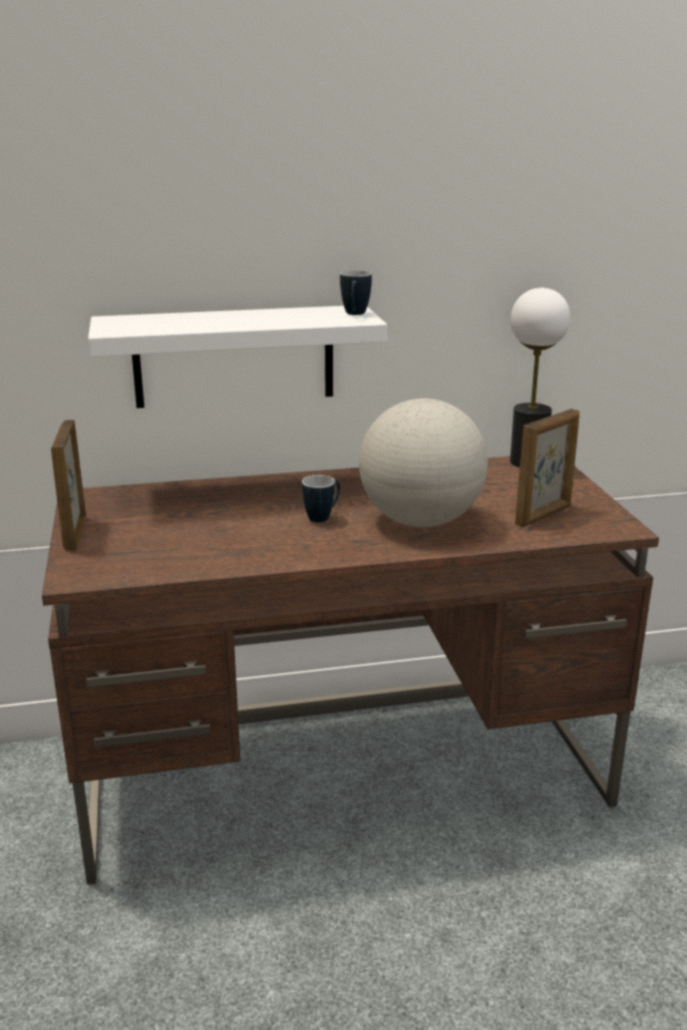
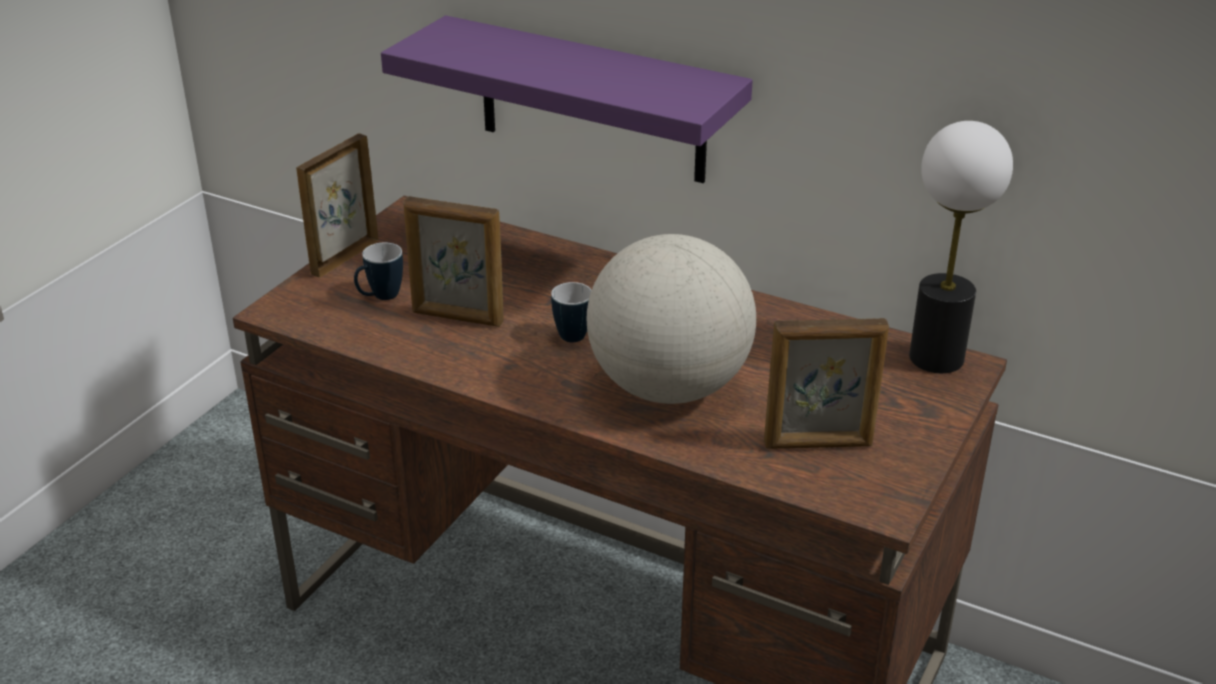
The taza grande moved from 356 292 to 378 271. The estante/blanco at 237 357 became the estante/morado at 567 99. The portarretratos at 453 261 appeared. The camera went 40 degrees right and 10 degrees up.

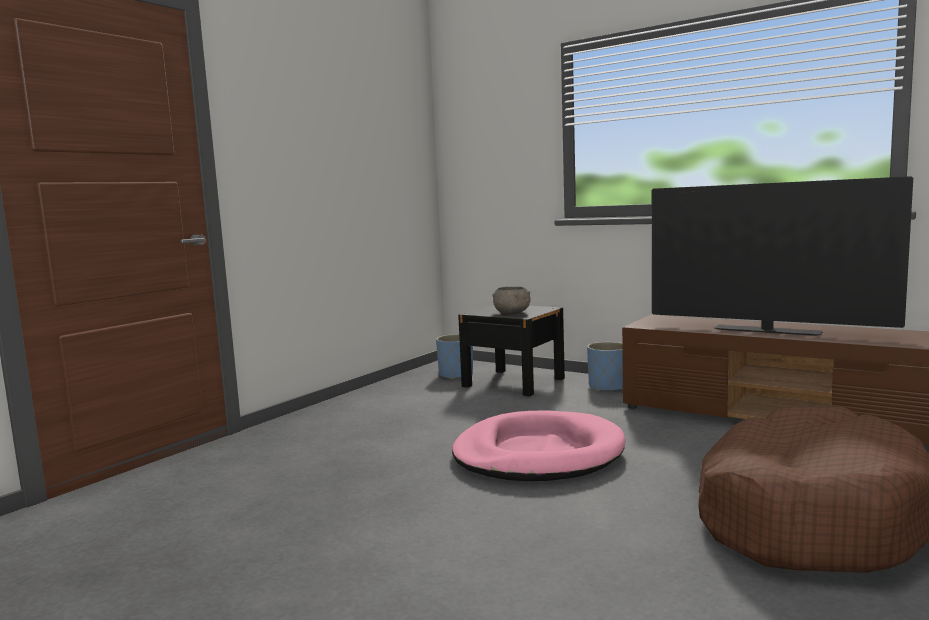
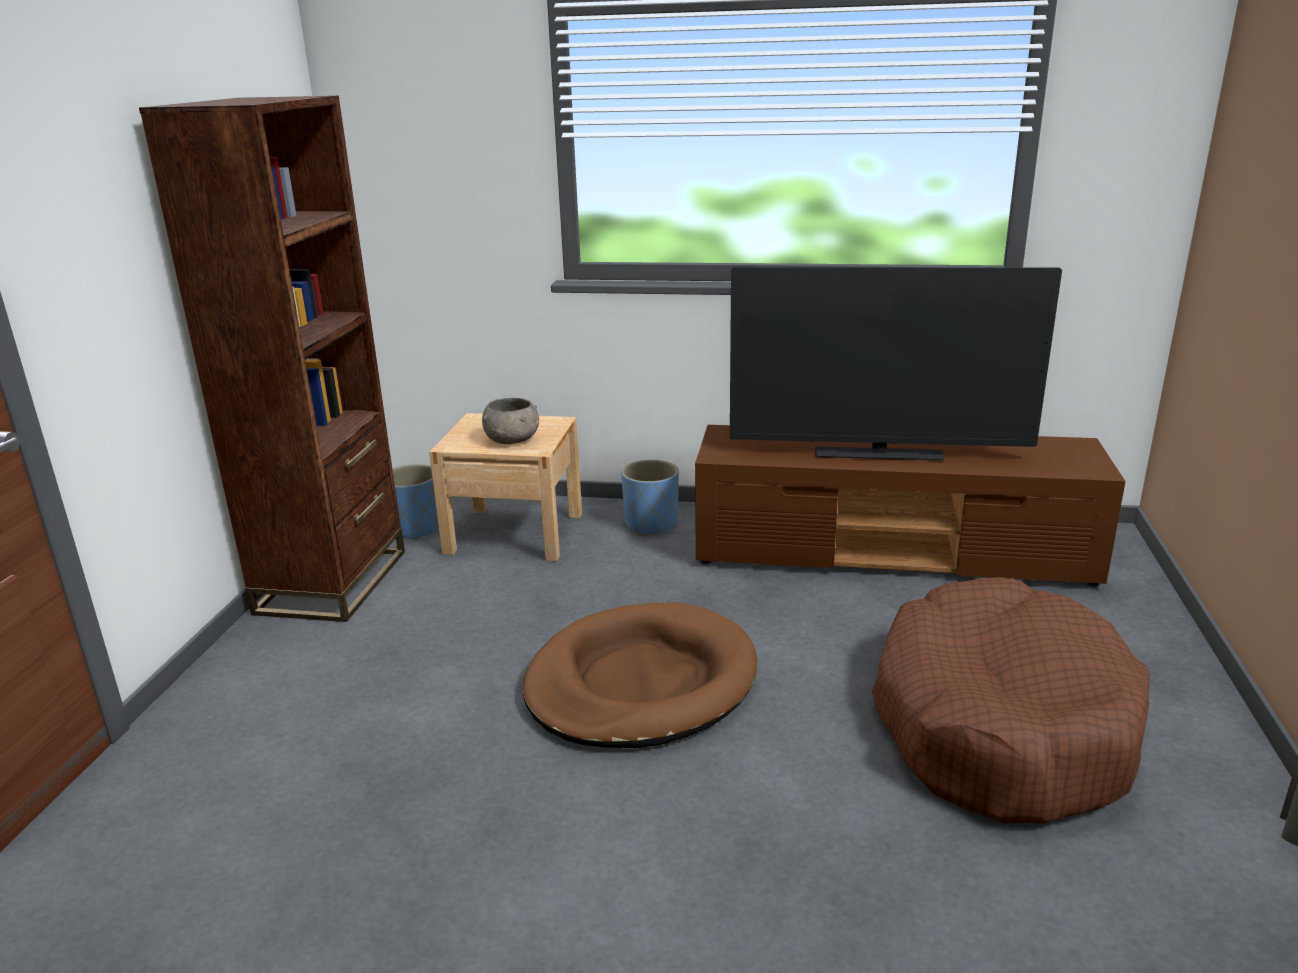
The estantería/marrón at 272 359 appeared. The mesita de noche/negro at 511 351 became the mesita de noche/beis at 505 487. The cama para perro/rosa at 538 445 became the cama para perro/marrón at 640 675. The camera went 25 degrees left and 15 degrees up.

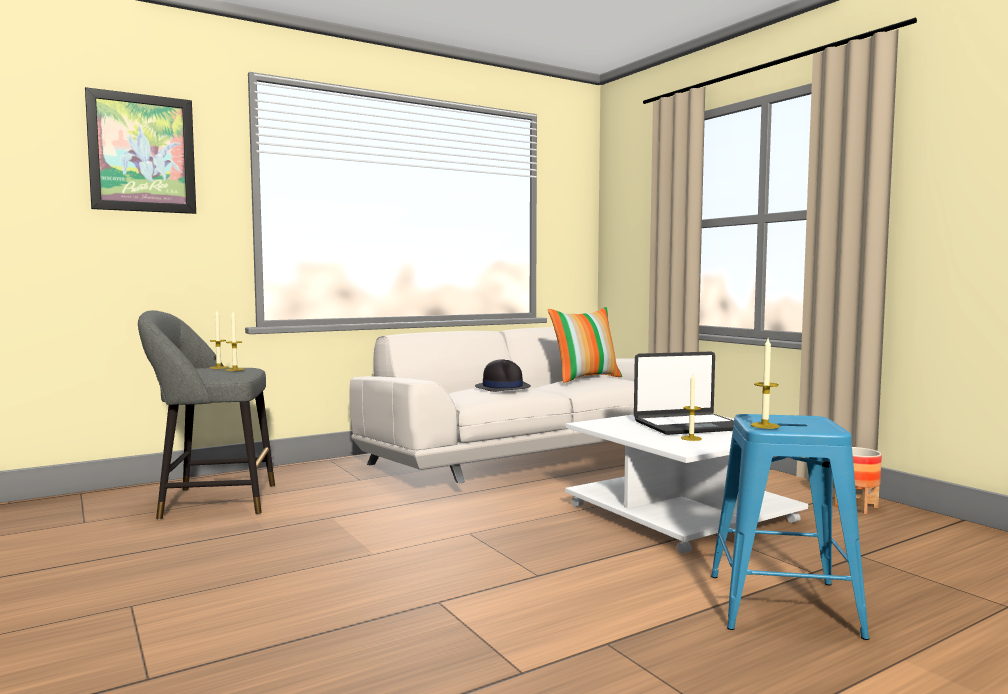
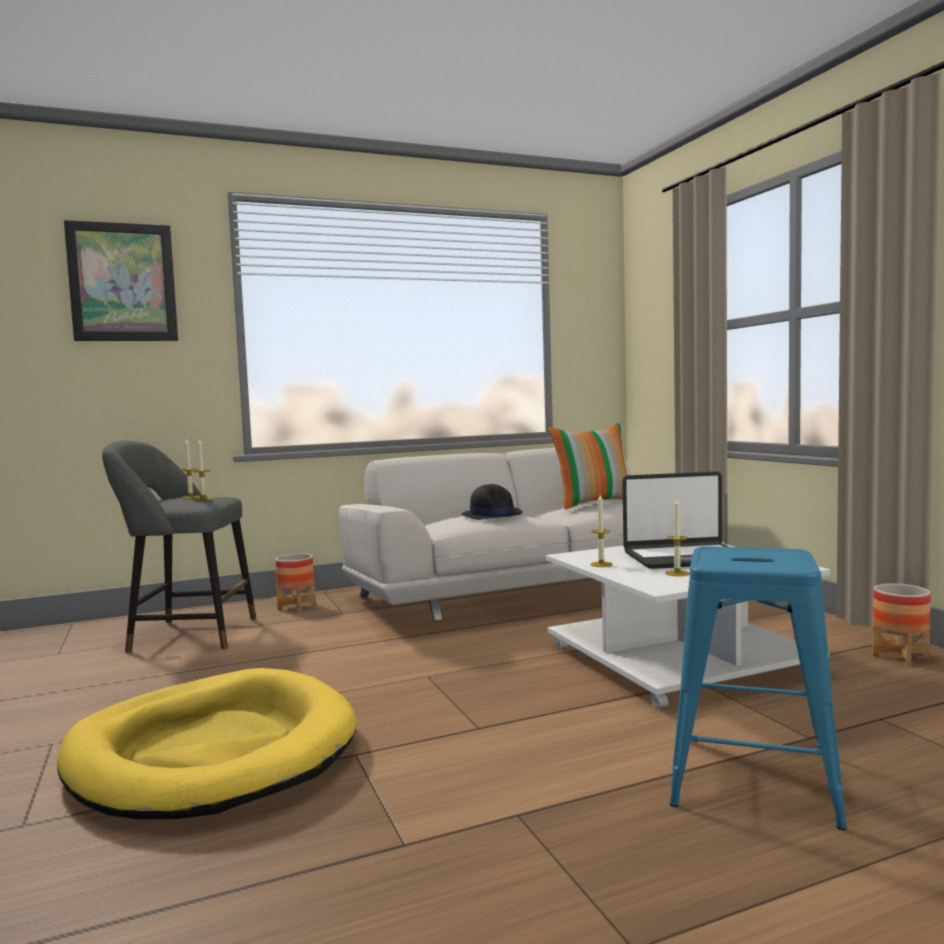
The cama para perro/amarillo at 207 743 appeared. The maceta at 295 582 appeared. The vela moved from 765 384 to 601 530. The camera went 10 degrees right and 0 degrees up.

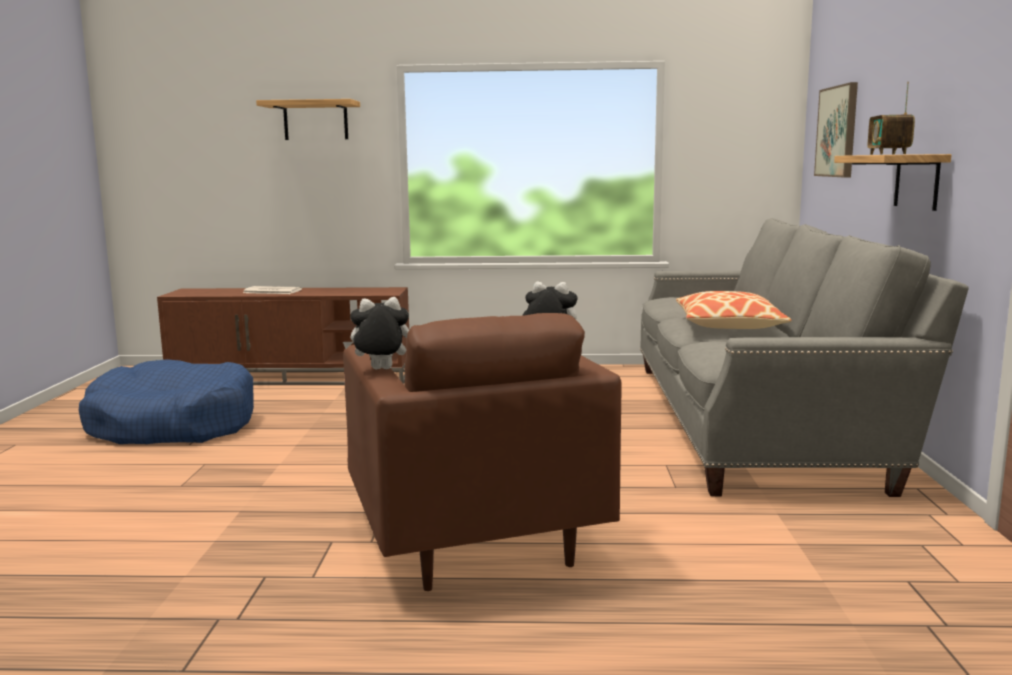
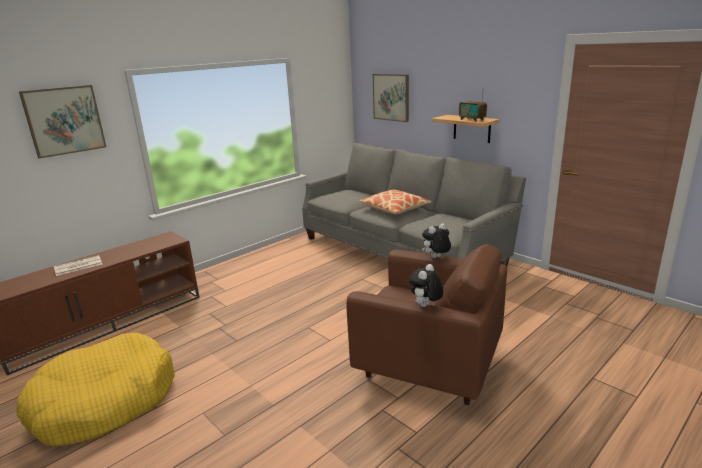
The cama para perro/azul at 166 401 became the cama para perro/amarillo at 96 390. The estante at 308 119 was replaced by the cuadro at 62 122. The camera went 45 degrees left and 10 degrees up.

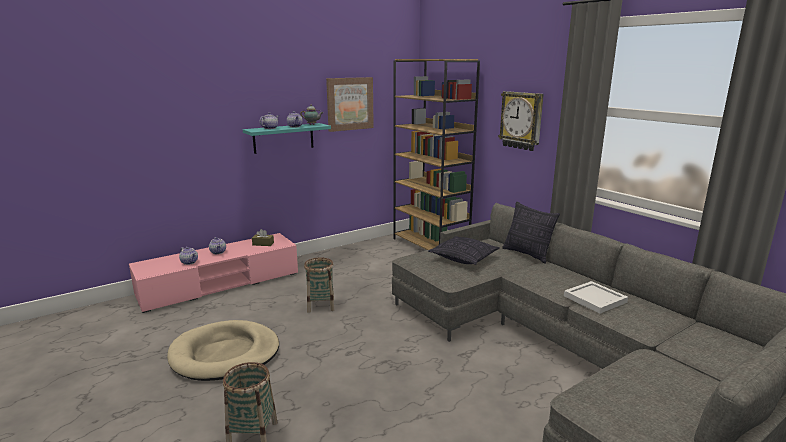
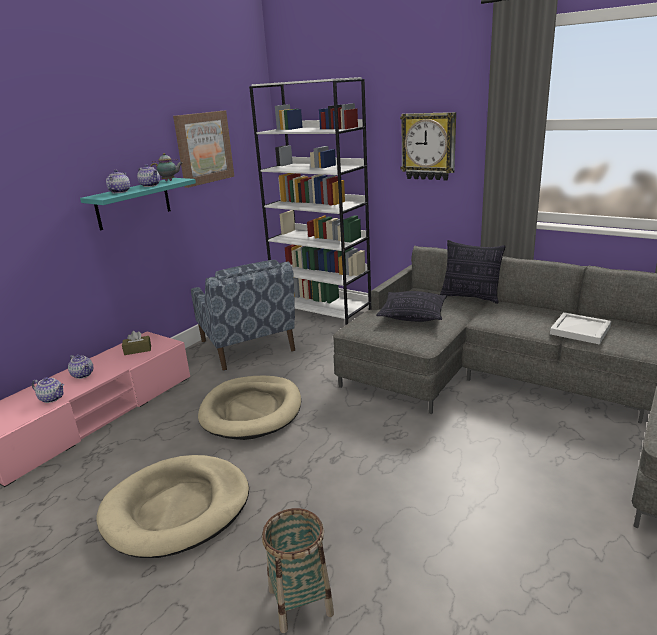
The sillón/azul at 243 315 appeared. The cesta at 319 285 was replaced by the cama para perro/beis at 249 408. The estantería/marrón at 436 154 became the estantería/blanco at 310 201. The camera went 20 degrees left and 5 degrees up.

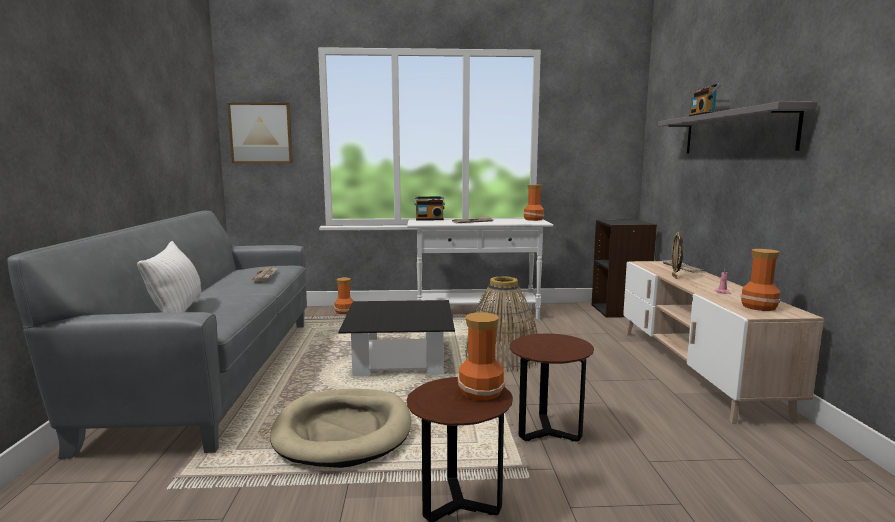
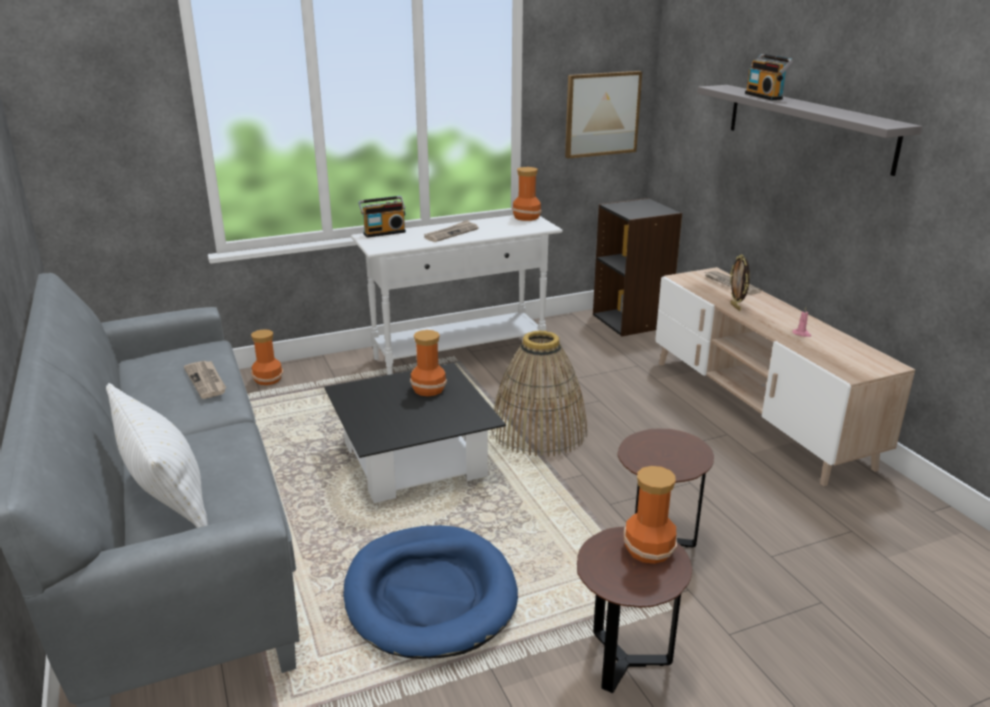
The cama para perro/beis at 340 428 became the cama para perro/azul at 430 592. The florero moved from 760 280 to 428 363. The cuadro moved from 260 132 to 603 115. The camera went 20 degrees left and 15 degrees up.

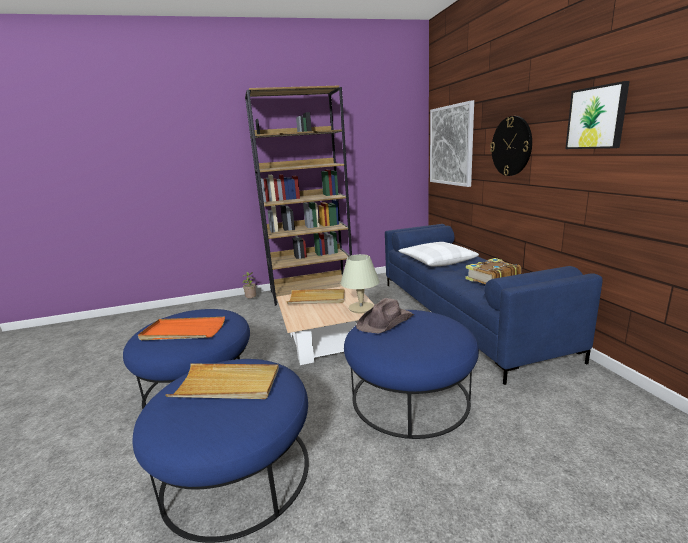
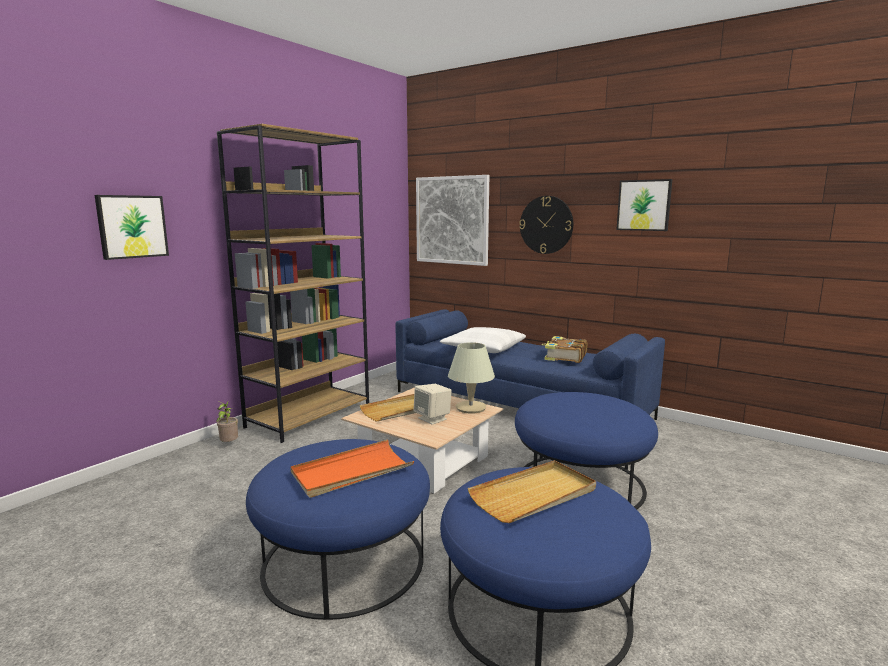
The cuadro at 132 227 appeared. The altavoz/beis at 432 404 appeared. The sombrero/marrón at 385 315 disappeared. The camera went 40 degrees left and 5 degrees down.

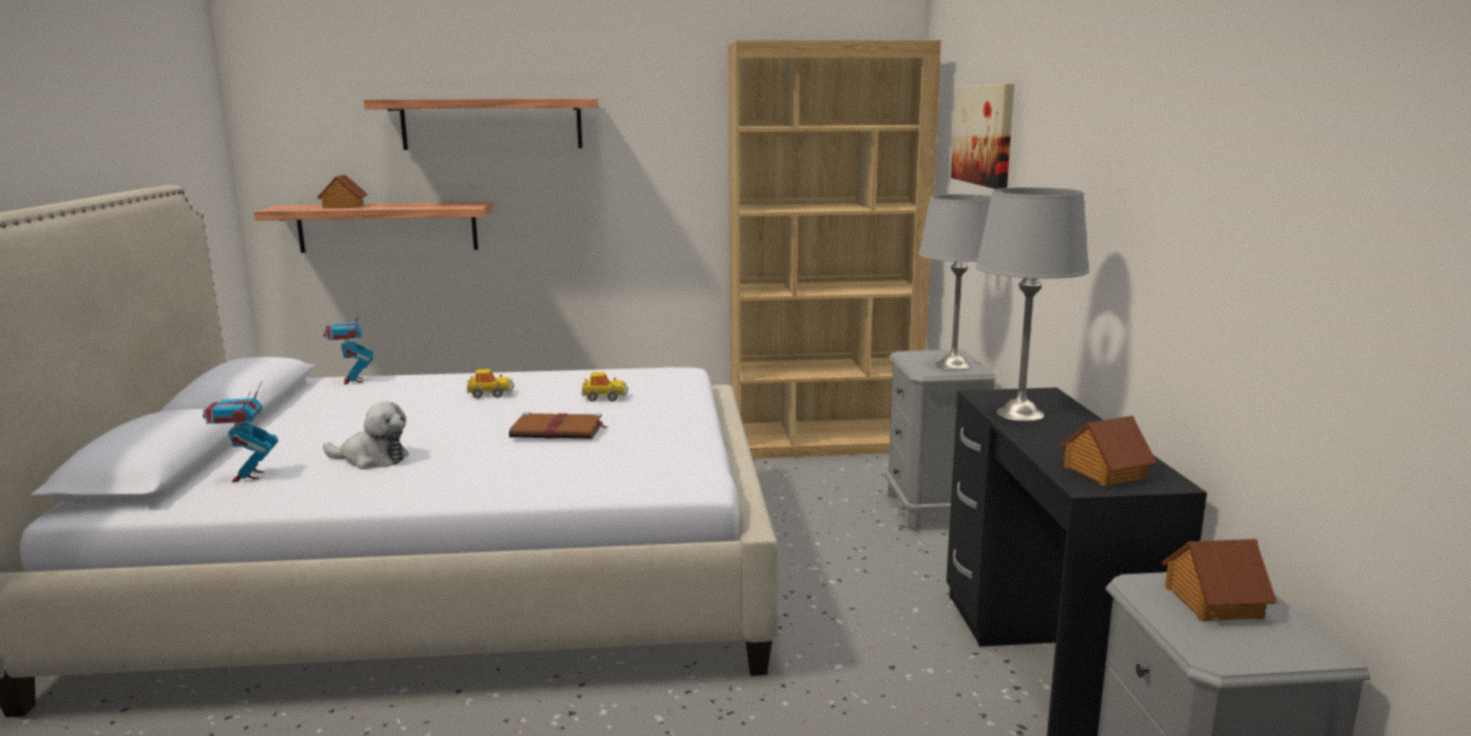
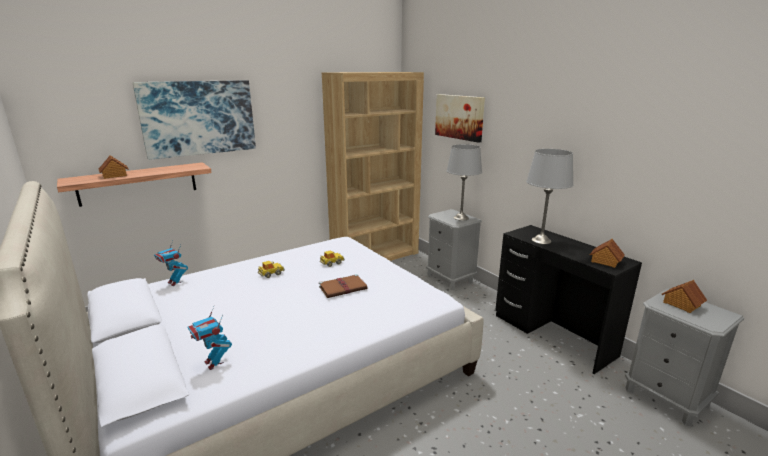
The estante at 481 124 was replaced by the cuadro at 194 120. The peluche at 366 435 disappeared. The camera went 30 degrees left and 5 degrees up.

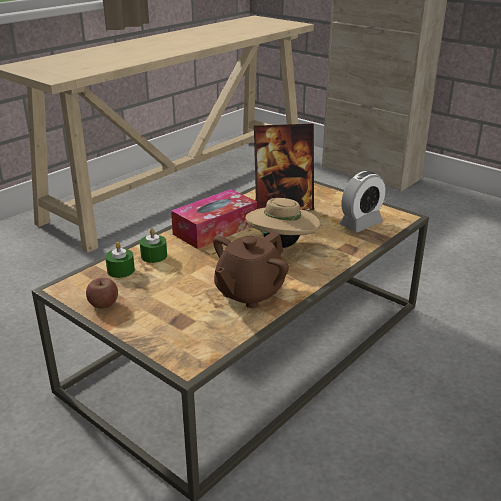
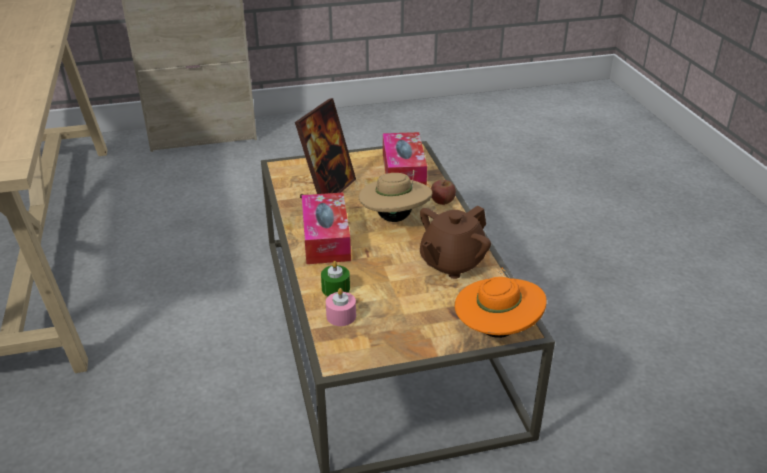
The vela/verde at 120 260 became the vela/rosa at 341 307. The despertador at 362 201 was replaced by the caja de pañuelos at 405 159. The tetera/marrón at 251 269 turned 60 degrees clockwise. The manzana moved from 102 293 to 443 192. The sombrero/naranja at 501 303 appeared. The camera went 55 degrees left and 5 degrees up.

